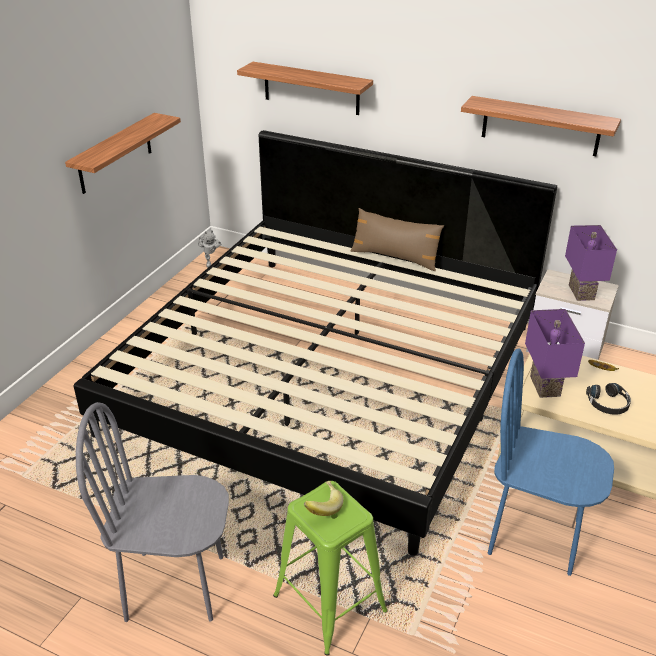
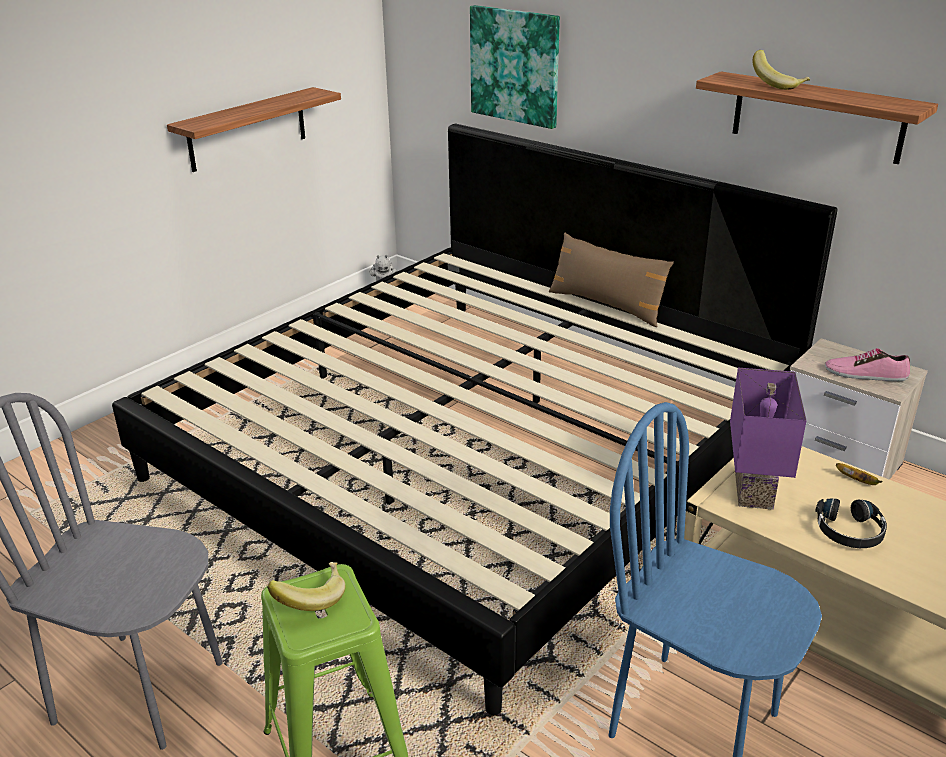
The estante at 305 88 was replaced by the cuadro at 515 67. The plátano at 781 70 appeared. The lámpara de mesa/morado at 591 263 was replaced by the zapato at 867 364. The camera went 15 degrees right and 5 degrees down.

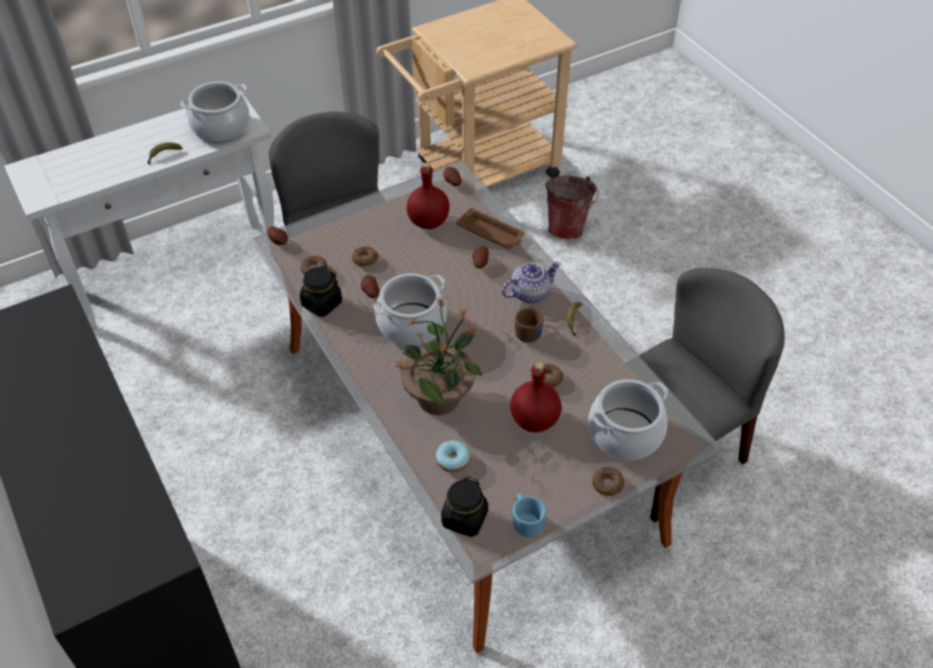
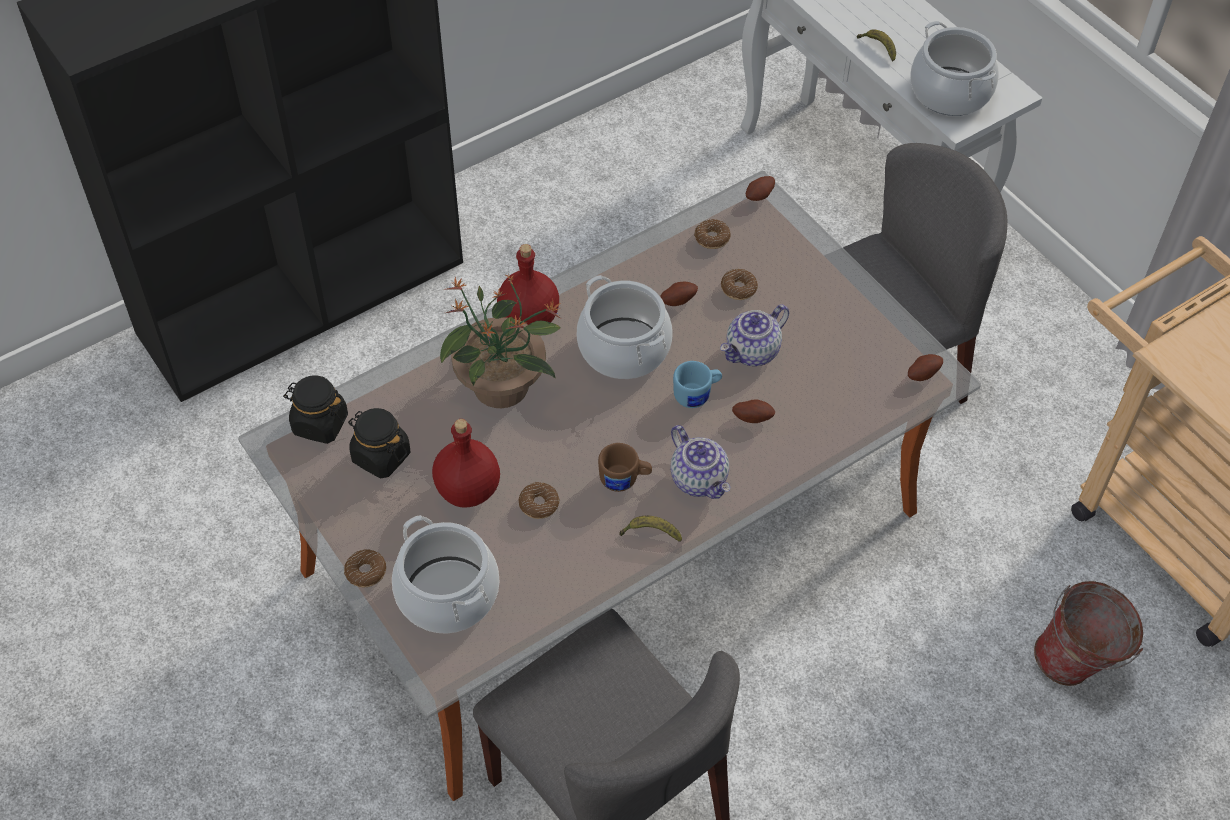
The tarro/negro moved from 321 291 to 379 443. The botella/rojo moved from 428 195 to 528 284. The taza grande/azul moved from 529 515 to 697 384. The tetera at 754 335 appeared. The rosquilla at 453 456 disappeared. The bandeja/marrón at 490 228 disappeared. The camera went 85 degrees right and 5 degrees up.

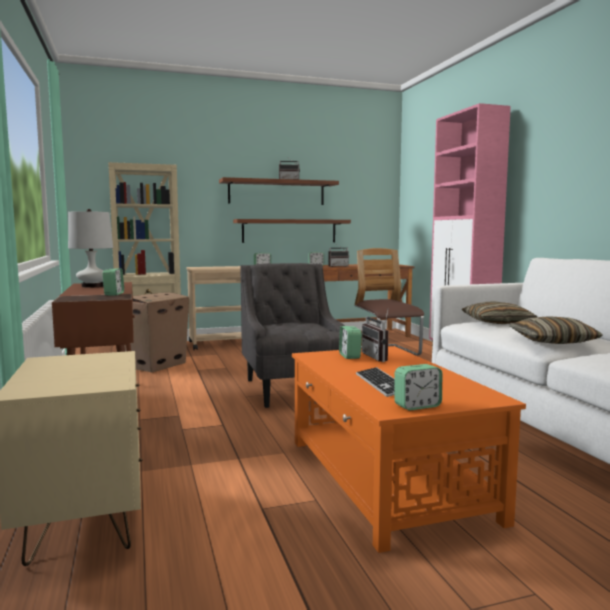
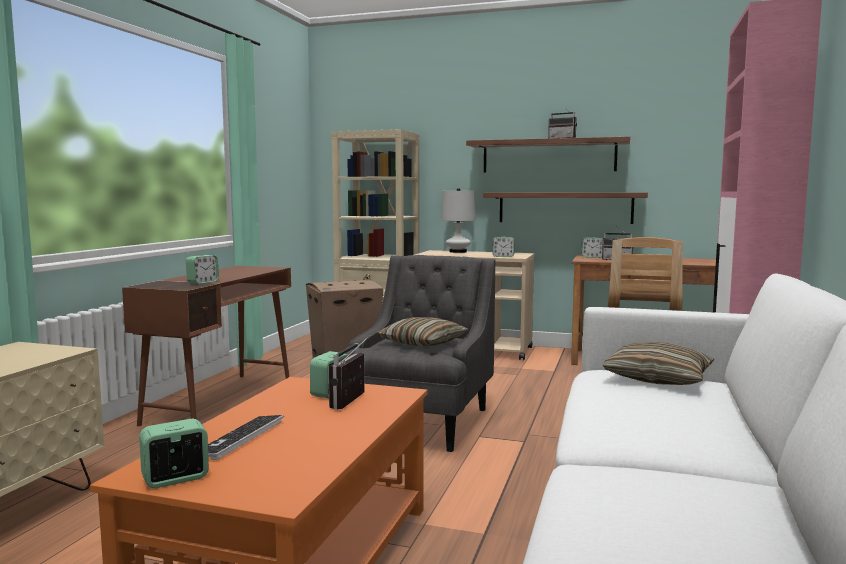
The despertador at 418 387 turned 135 degrees clockwise. The cojín moved from 556 330 to 423 331. The lámpara de mesa/blanco moved from 90 248 to 458 220. The camera went 35 degrees right and 0 degrees up.

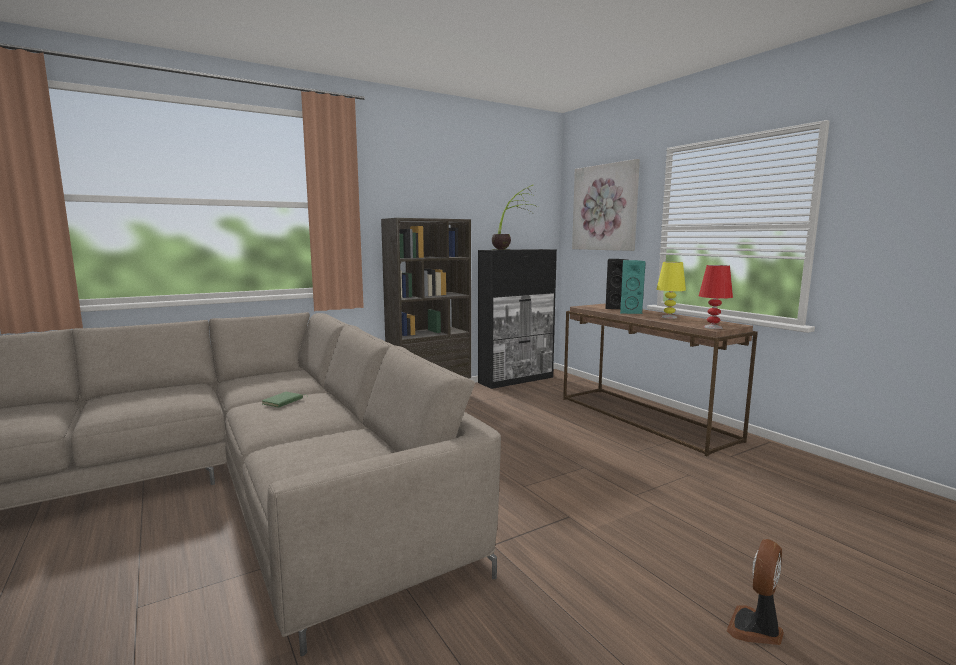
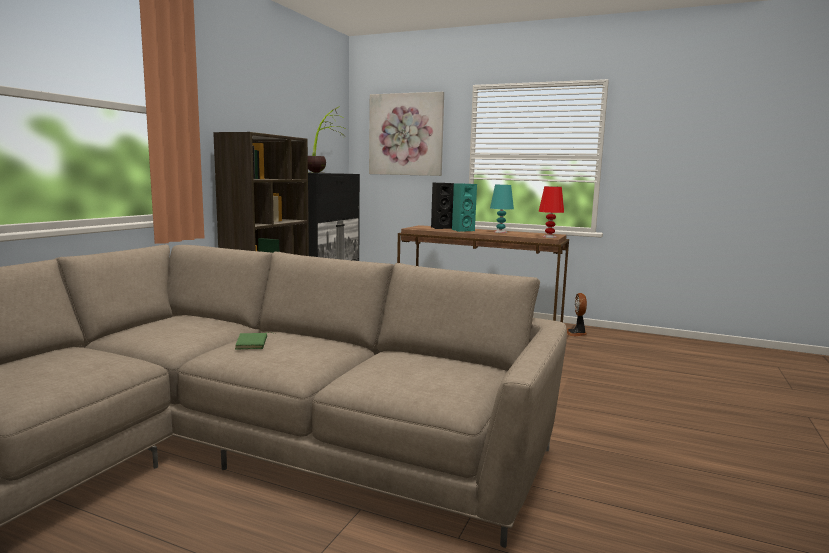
The lámpara de mesa/amarillo at 671 290 became the lámpara de mesa/turquesa at 502 209. The ventilador moved from 755 592 to 577 314. The camera went 35 degrees left and 0 degrees up.

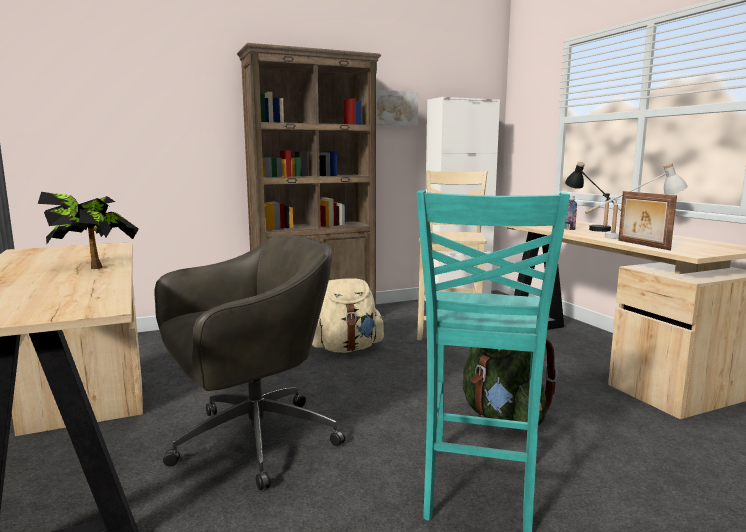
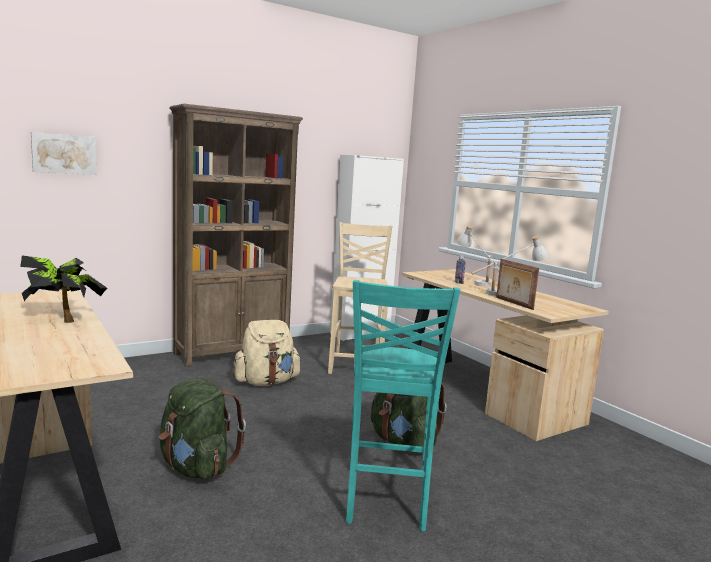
The cuadro moved from 397 108 to 63 153. The silla de oficina/gris at 250 363 was replaced by the mochila/verde at 202 429. The lámpara de mesa/negro at 593 197 became the lámpara de mesa/blanco at 478 256. The camera went 10 degrees left and 0 degrees up.

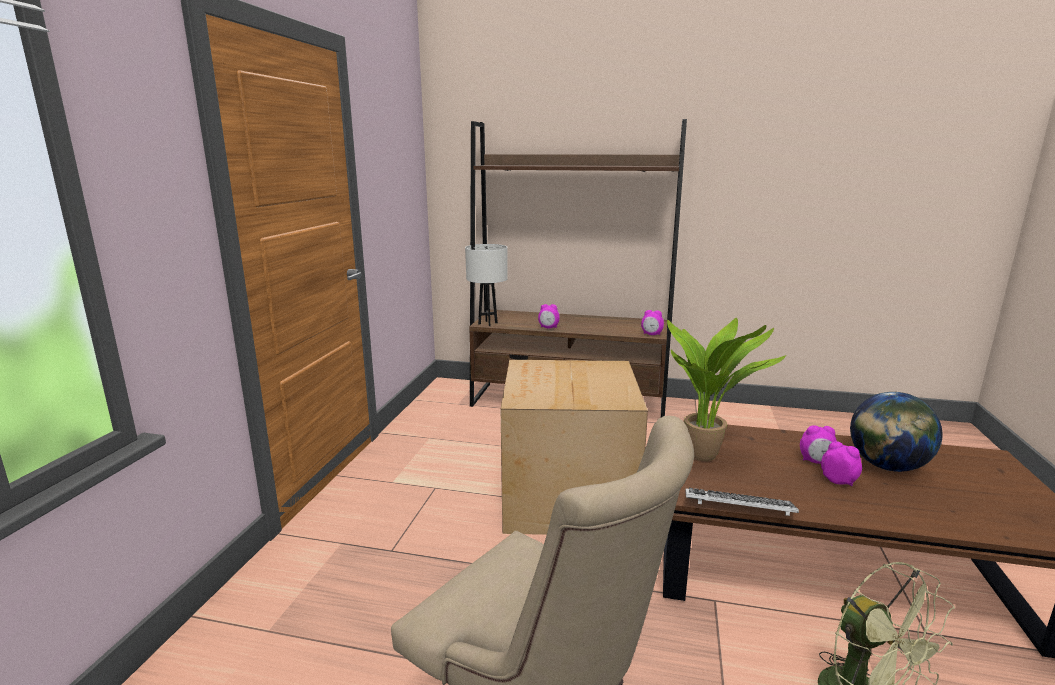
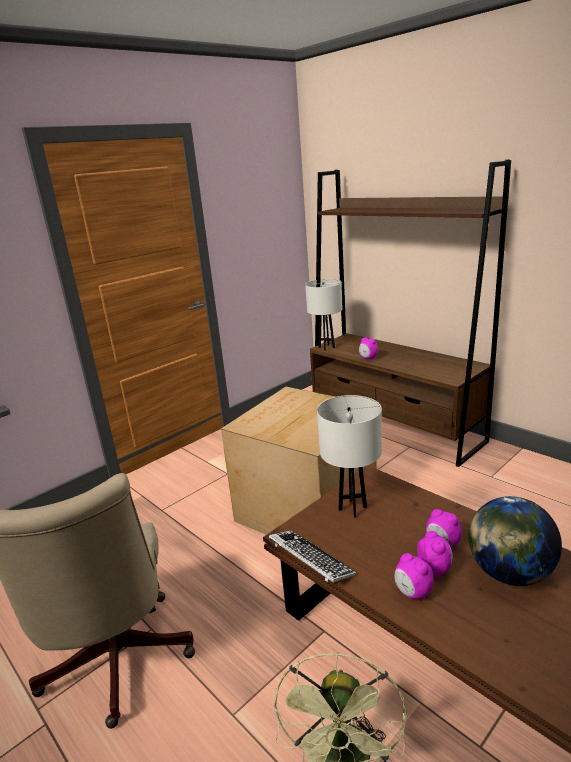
The planta en maceta at 726 389 was replaced by the lámpara de mesa/blanco at 349 456. The despertador moved from 652 322 to 413 576. The camera went 35 degrees right and 5 degrees up.

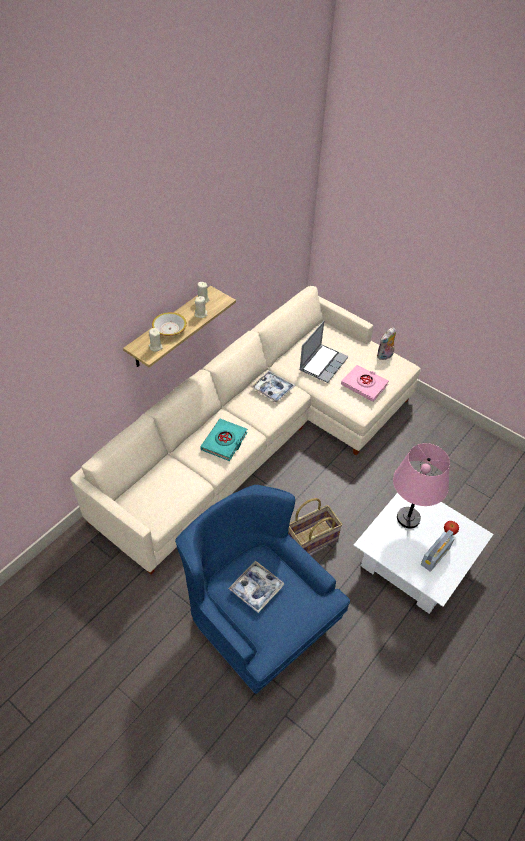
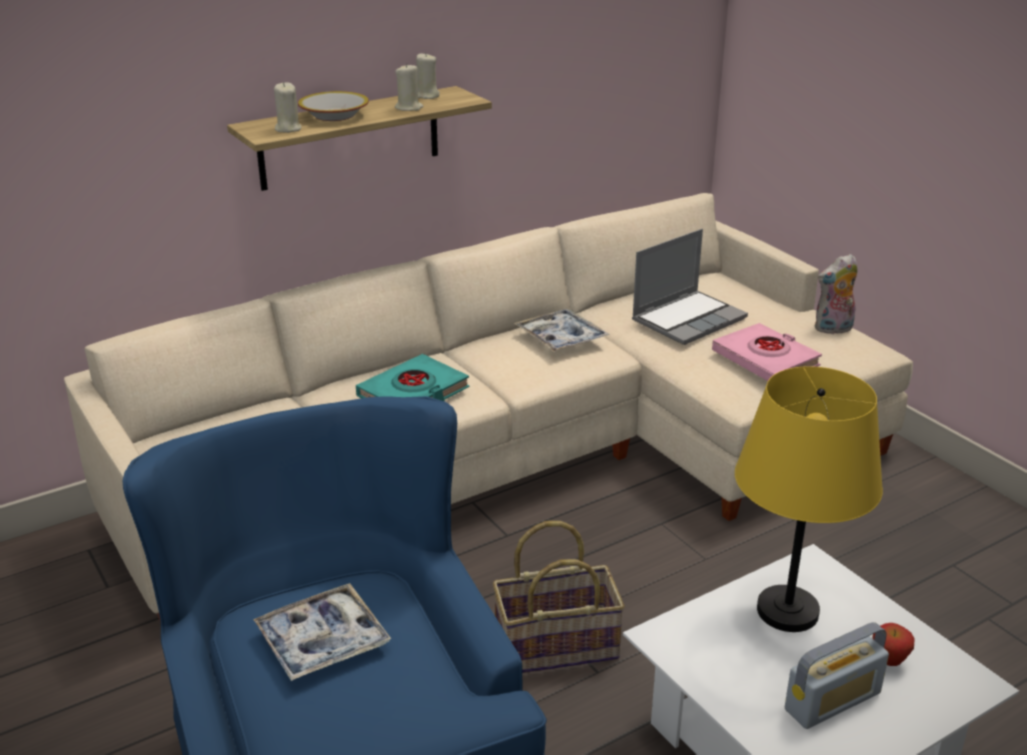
The lámpara de mesa/rosa at 421 485 became the lámpara de mesa/amarillo at 809 499. The camera went 20 degrees right and 20 degrees down.

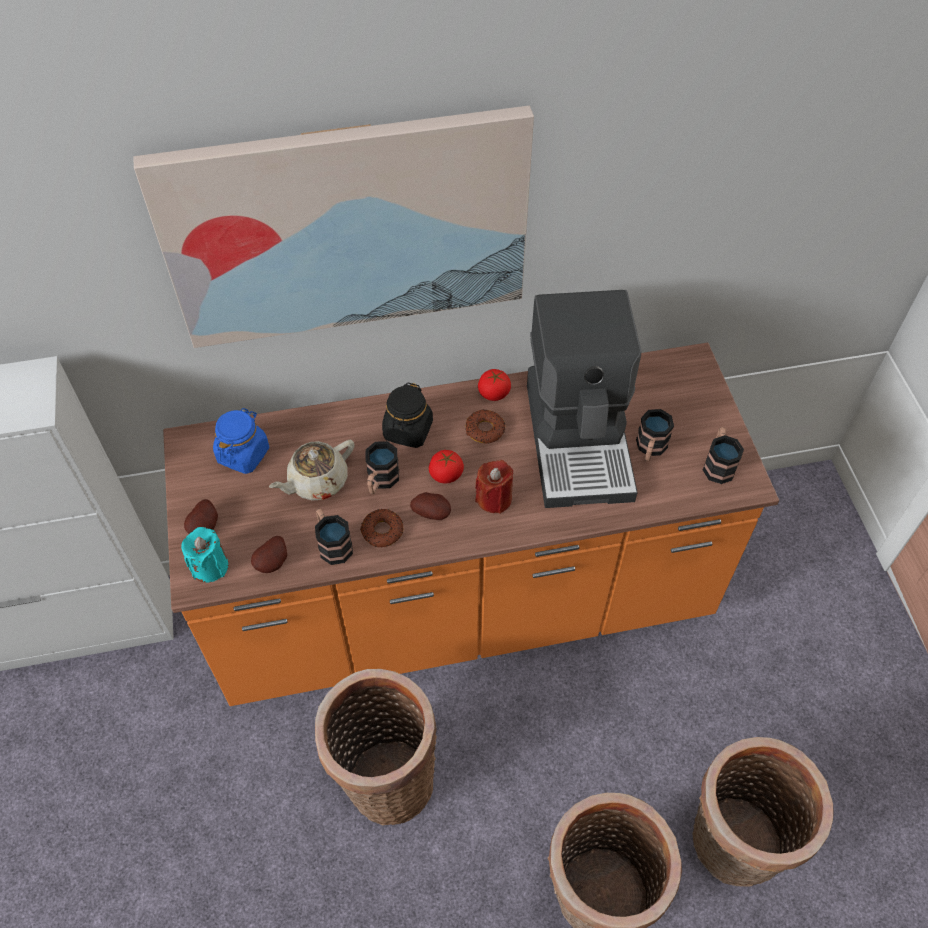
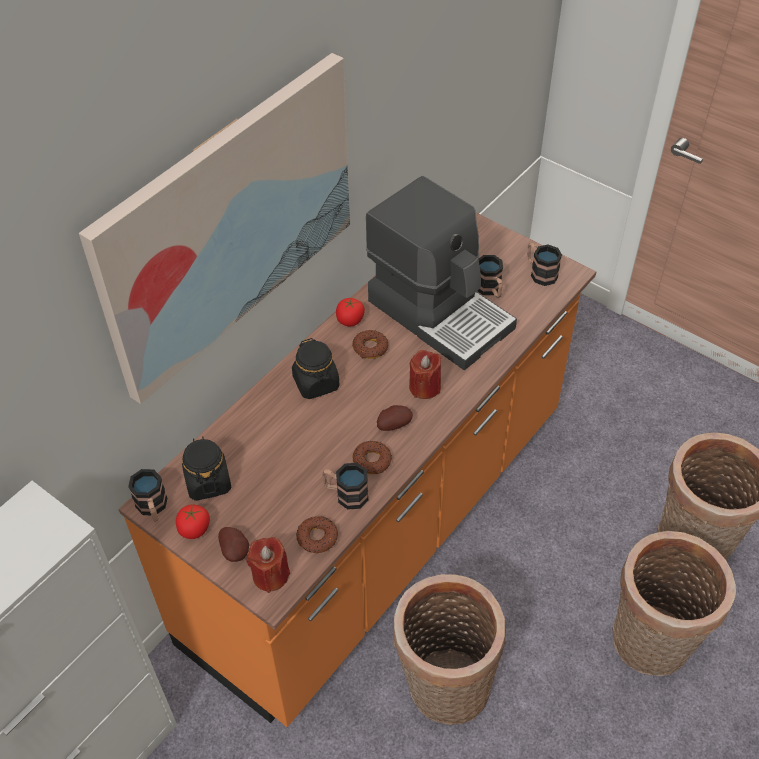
The taza grande moved from 382 467 to 148 495. The tomate moved from 446 467 to 193 521. The tarro/azul at 241 441 became the tarro/negro at 206 468. The vela/turquesa at 204 554 became the vela/rojo at 268 565. The patata at 269 554 was replaced by the rosquilla at 317 534. The tetera/beis at 312 470 disappeared. The camera went 40 degrees left and 5 degrees down.

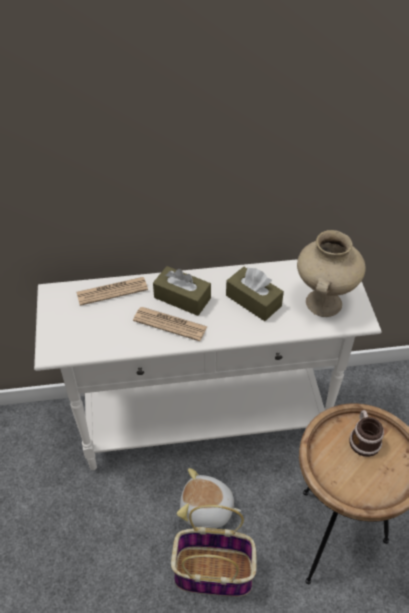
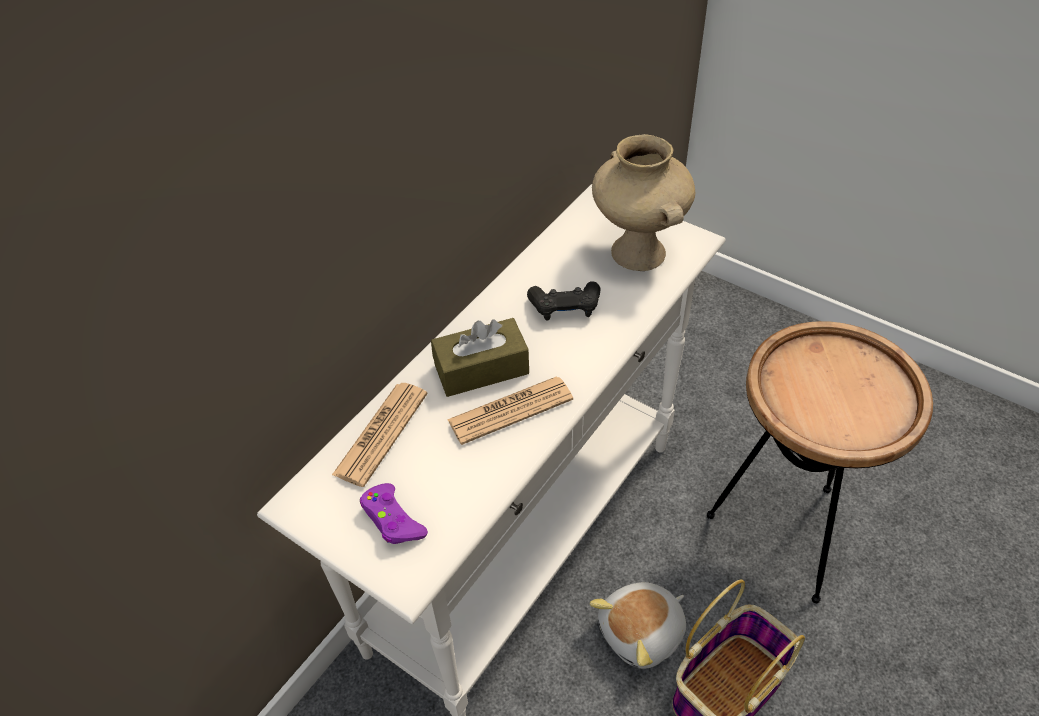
The mando de consola/morado at 394 513 appeared. The caja de pañuelos/marrón at 255 294 was replaced by the mando de consola/negro at 563 301. The taza grande at 366 433 disappeared. The camera went 45 degrees left and 0 degrees up.

